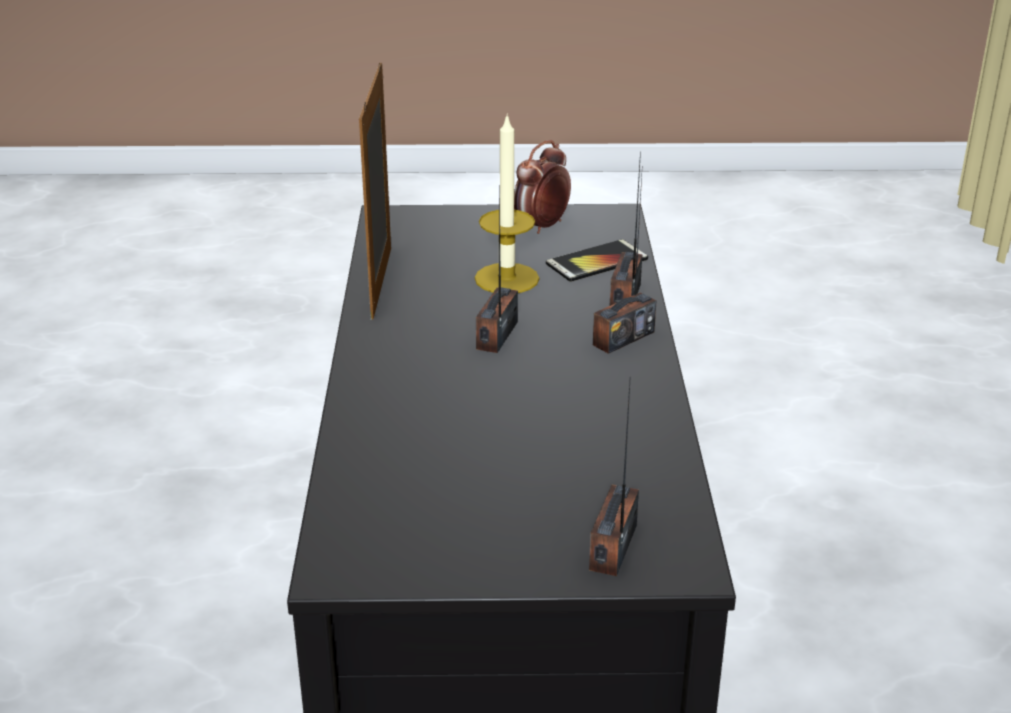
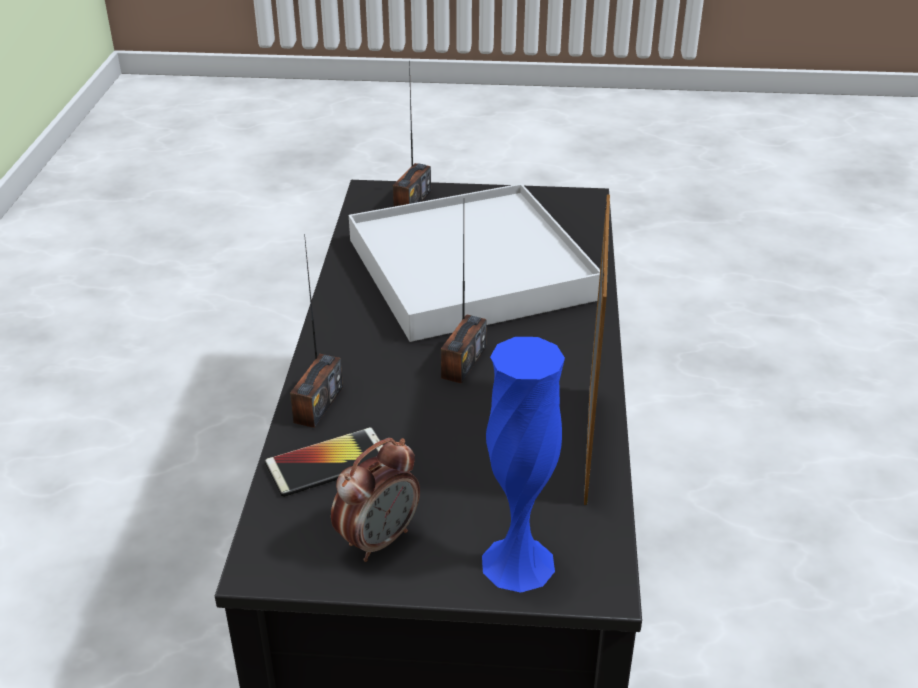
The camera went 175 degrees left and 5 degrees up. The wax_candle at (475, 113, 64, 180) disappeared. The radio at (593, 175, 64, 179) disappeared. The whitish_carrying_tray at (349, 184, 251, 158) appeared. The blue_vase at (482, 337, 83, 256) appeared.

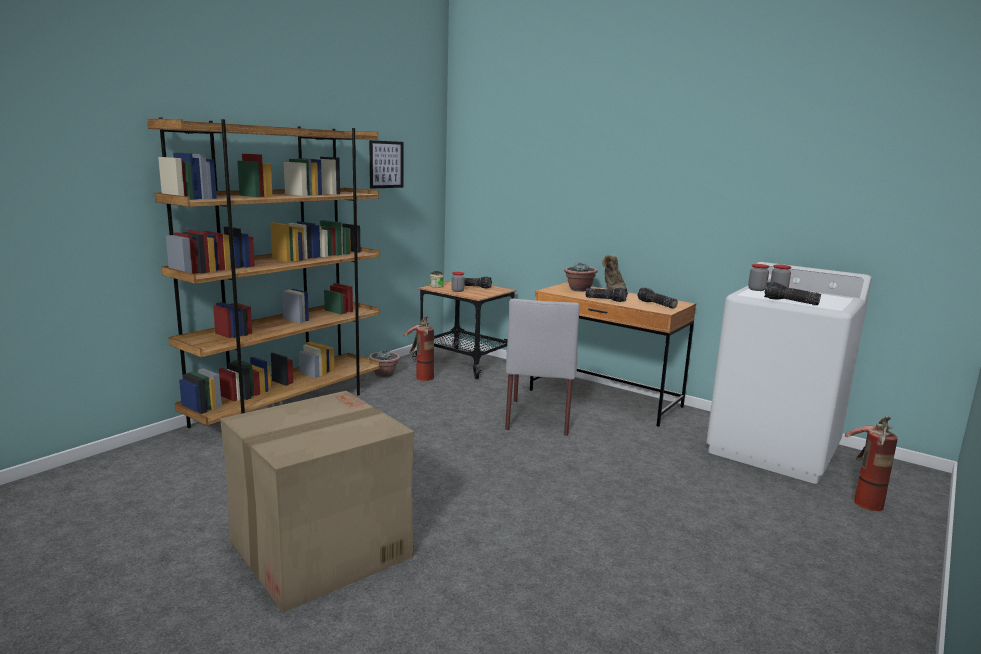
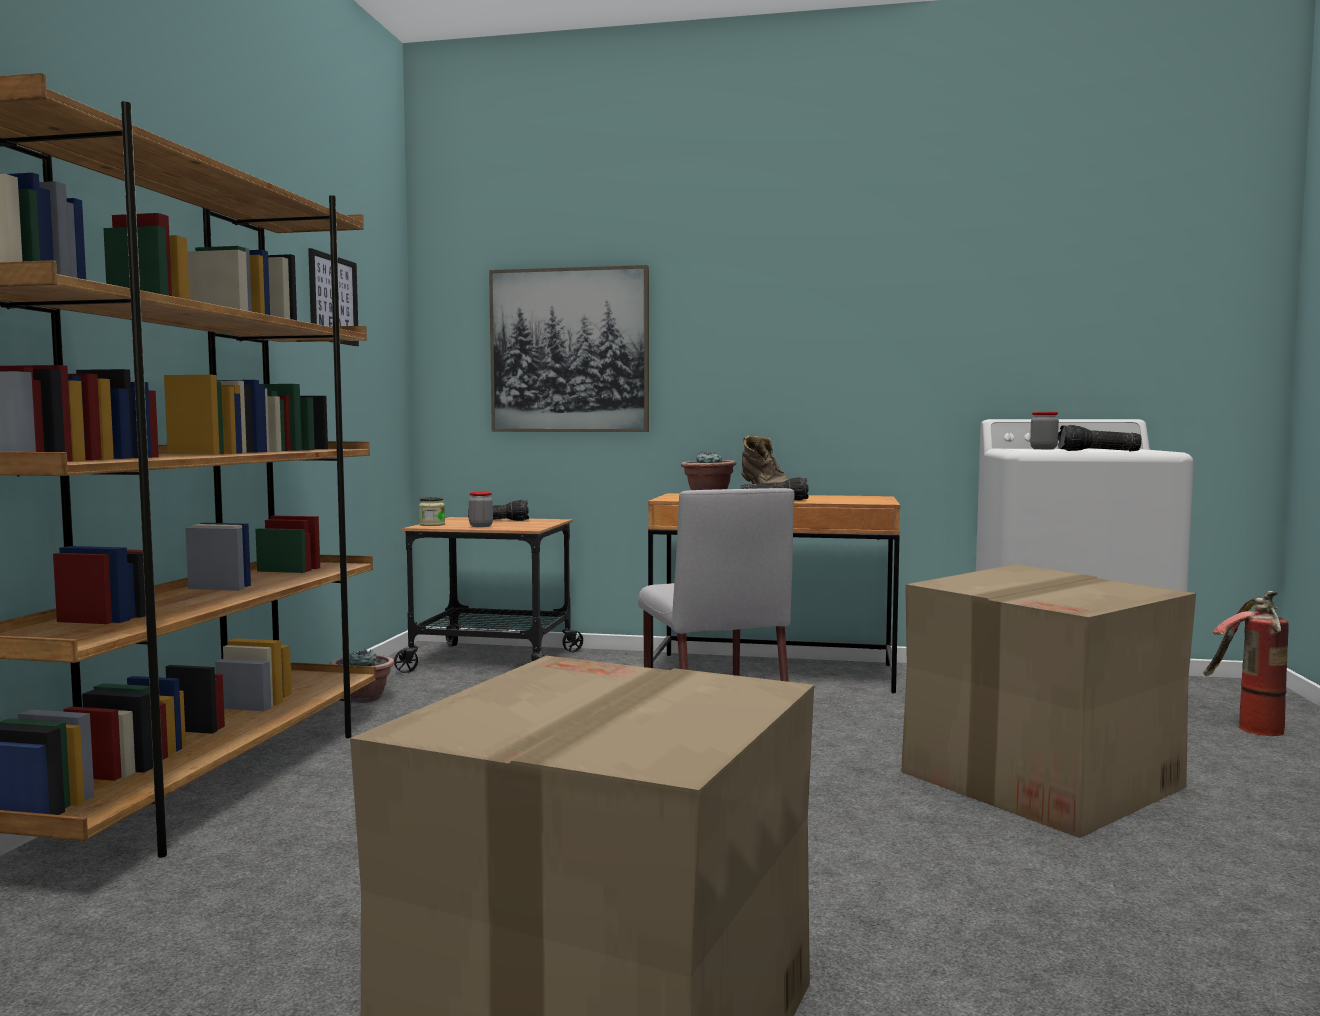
The camera went 25 degrees left and 10 degrees down. The preserve_jar at (748, 264, 21, 27) disappeared. The hand_torch at (637, 287, 41, 21) disappeared. The extinguisher at (403, 316, 31, 65) disappeared. The wall_picture at (489, 265, 160, 167) appeared. The packing_box at (901, 564, 295, 274) appeared.

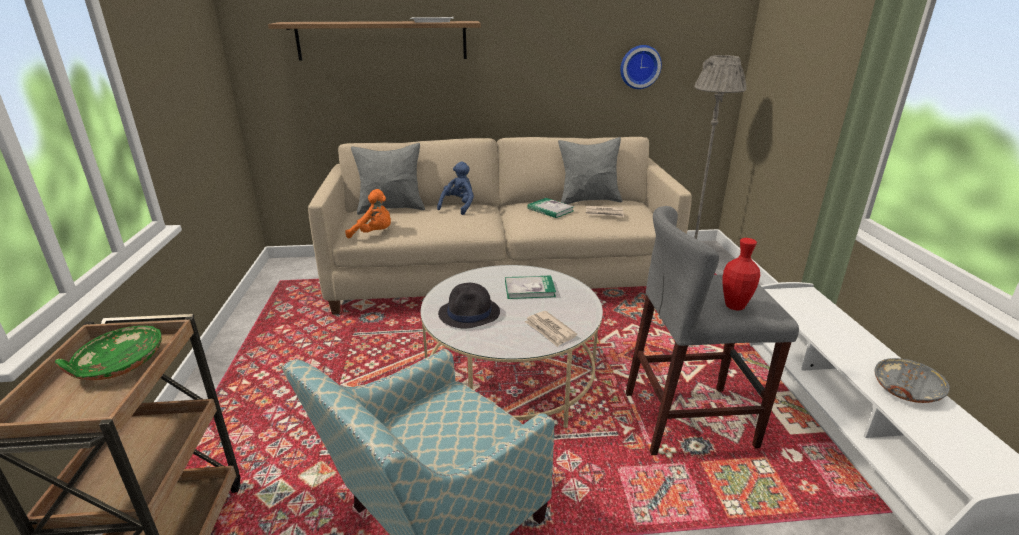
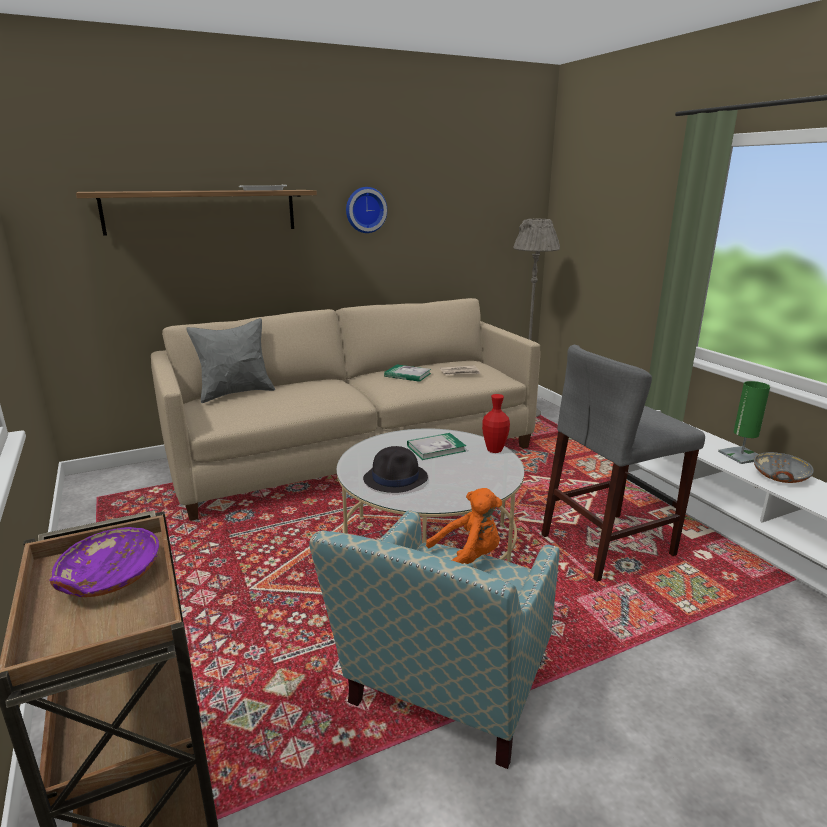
The camera went 20 degrees left and 5 degrees down. The clock_on_the_wall moved from (620, 45, 42, 44) to (346, 187, 41, 46). The gray_throw_pillow at (558, 137, 64, 67) disappeared. The blue_soft_toy at (437, 162, 37, 53) disappeared. The orange-coloured_soft_toy moved from (345, 189, 46, 49) to (426, 488, 76, 76). The reddish_vase moved from (723, 238, 37, 72) to (482, 394, 28, 59). The printed_paper at (525, 311, 52, 36) disappeared. The greenish_deep_dish at (55, 326, 107, 54) became the purple-coloured_deep_dish at (50, 527, 109, 70). The greenish_lamp_for_a_table at (718, 381, 52, 83) appeared.

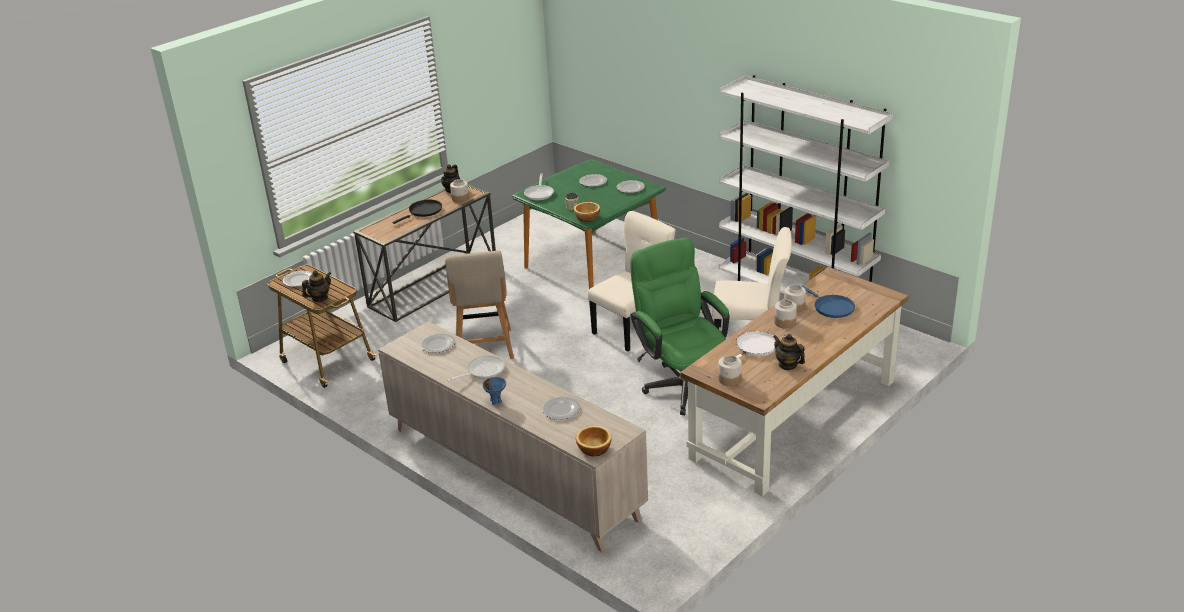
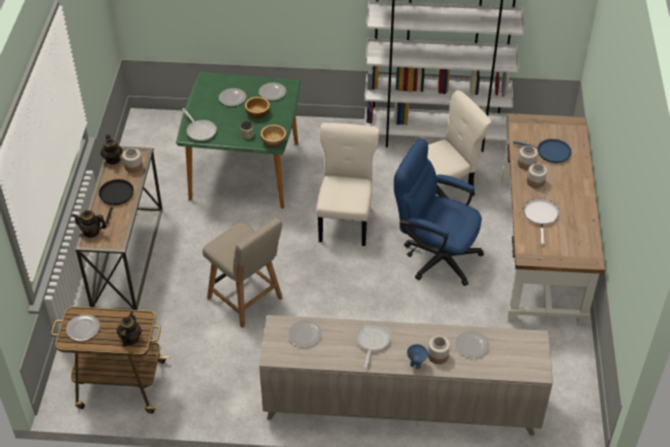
The camera went 40 degrees left and 15 degrees up. The greenish_desk_chair at (630, 237, 100, 178) became the blue_desk_chair at (394, 139, 90, 147). The pot_for_tea moved from (773, 334, 32, 36) to (72, 210, 35, 28). The preserve_jar moved from (718, 355, 24, 31) to (428, 336, 22, 28). The deep_dish moved from (576, 426, 36, 30) to (245, 97, 25, 22).

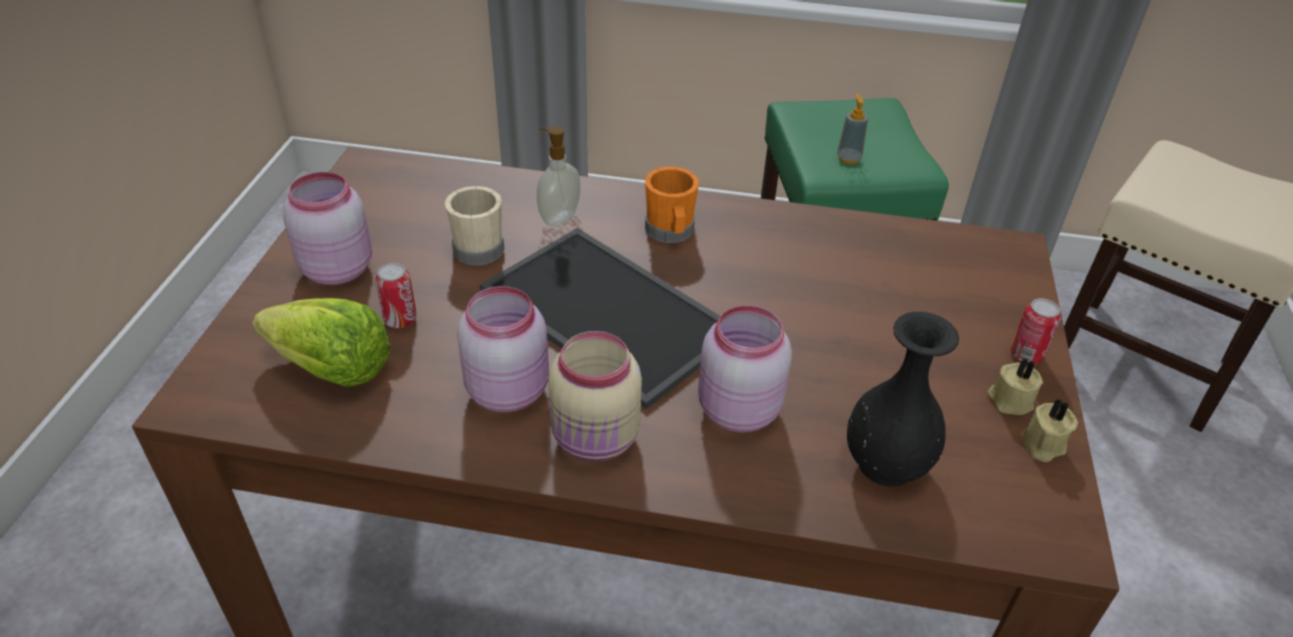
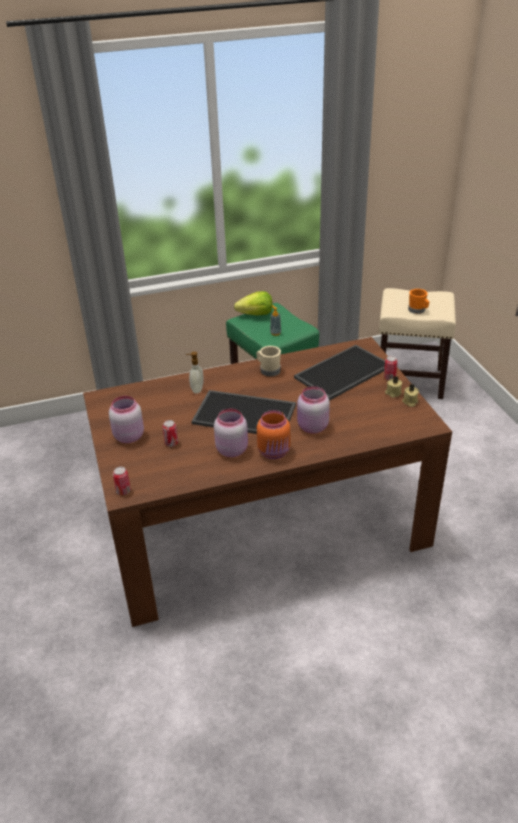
The camera went 25 degrees left and 5 degrees down. The orange-coloured_coffee_mug moved from (645, 167, 54, 76) to (408, 289, 22, 25). The sand-coloured_coffee_mug moved from (445, 186, 59, 79) to (256, 346, 25, 31). The lettuce moved from (252, 298, 139, 89) to (234, 291, 39, 24). The black-coloured_vase at (847, 312, 112, 175) disappeared. The sand-coloured_preserve_jar at (548, 331, 94, 131) became the orange-coloured_preserve_jar at (257, 410, 33, 49). The carrying_tray at (294, 345, 91, 55) appeared. The metal_can at (113, 467, 18, 28) appeared.

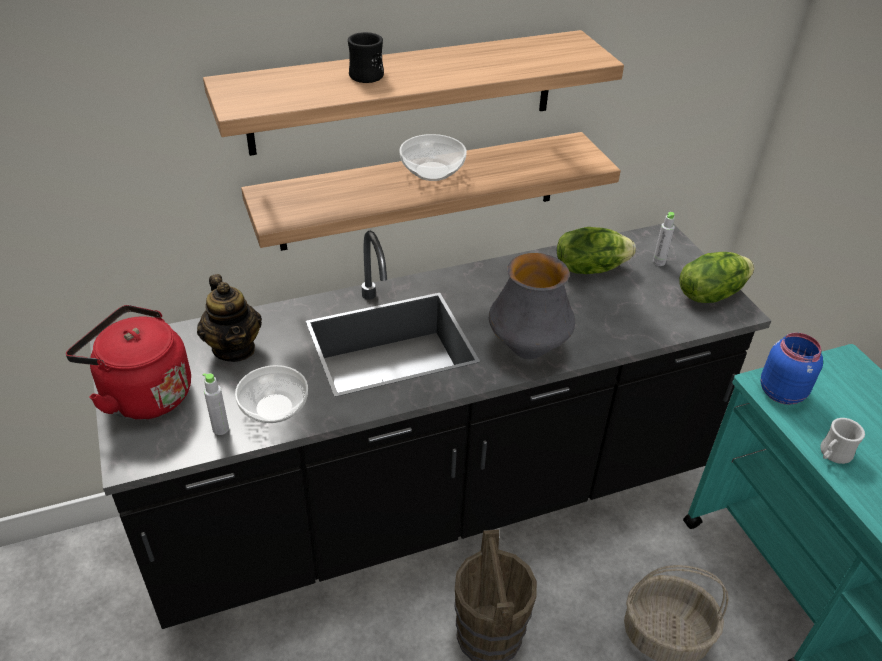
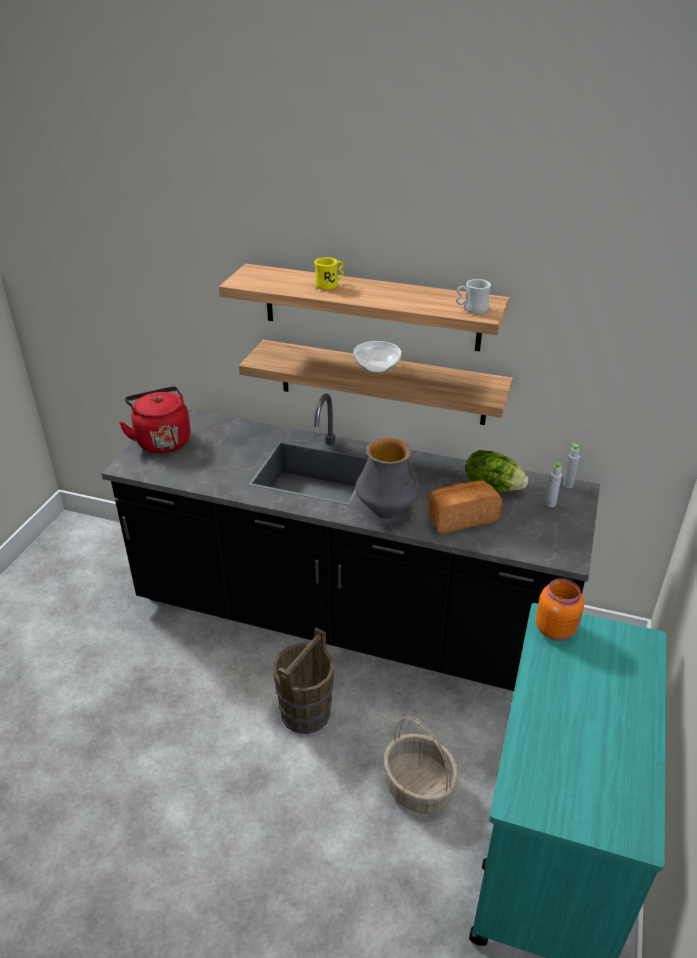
The camera went 40 degrees right and 5 degrees down. The black-coloured_coffee_mug at (348, 32, 36, 51) became the yellowish_coffee_mug at (314, 257, 30, 33). The lettuce at (679, 252, 75, 51) disappeared. The pot_for_tea at (197, 274, 65, 88) disappeared. The blue_preserve_jar at (761, 333, 62, 72) became the orange-coloured_preserve_jar at (536, 578, 48, 63). The deep_dish at (235, 365, 73, 58) disappeared. The gray_beverage_bottle moved from (203, 373, 26, 62) to (563, 443, 17, 45). The whitish_coffee_mug moved from (820, 418, 45, 46) to (456, 279, 35, 35). The bread at (428, 480, 74, 53) appeared.

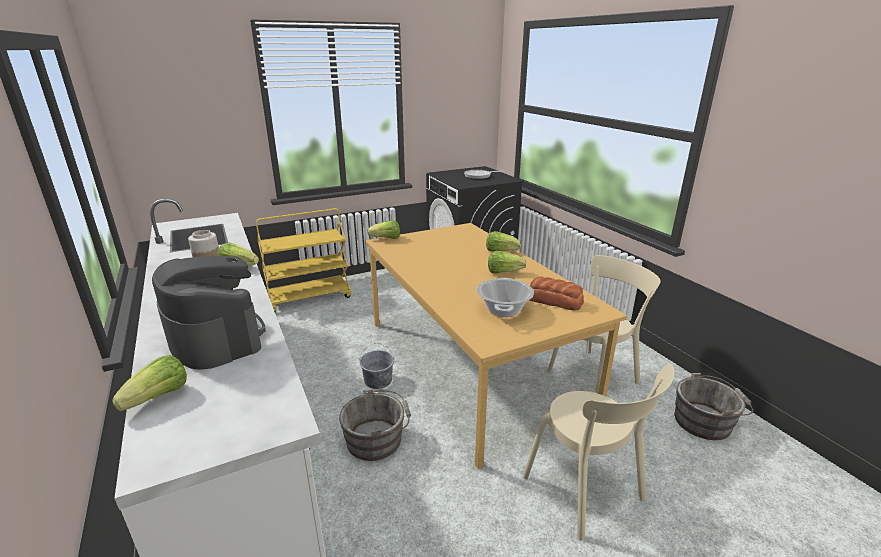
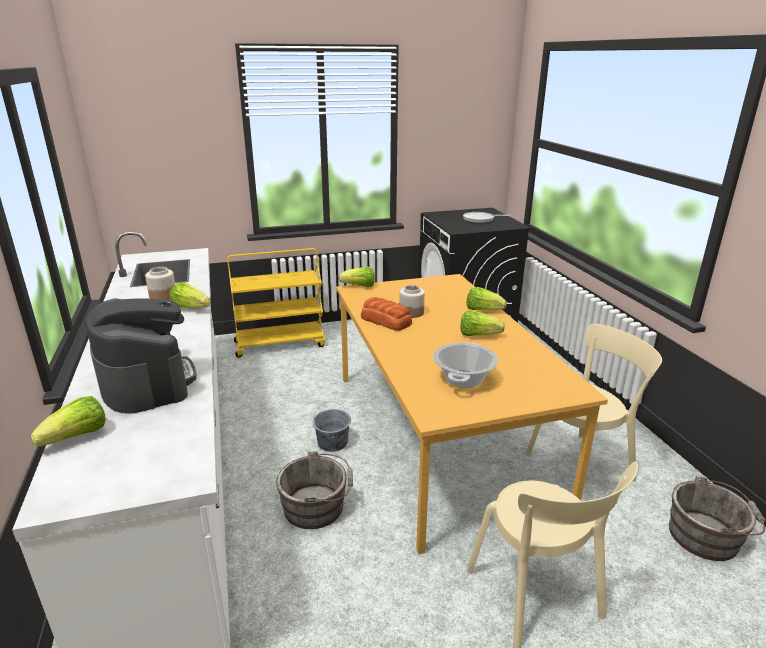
The camera went 10 degrees right and 0 degrees up. The bread moved from (530, 276, 54, 35) to (361, 297, 51, 34). The preserve_jar at (399, 285, 26, 33) appeared.

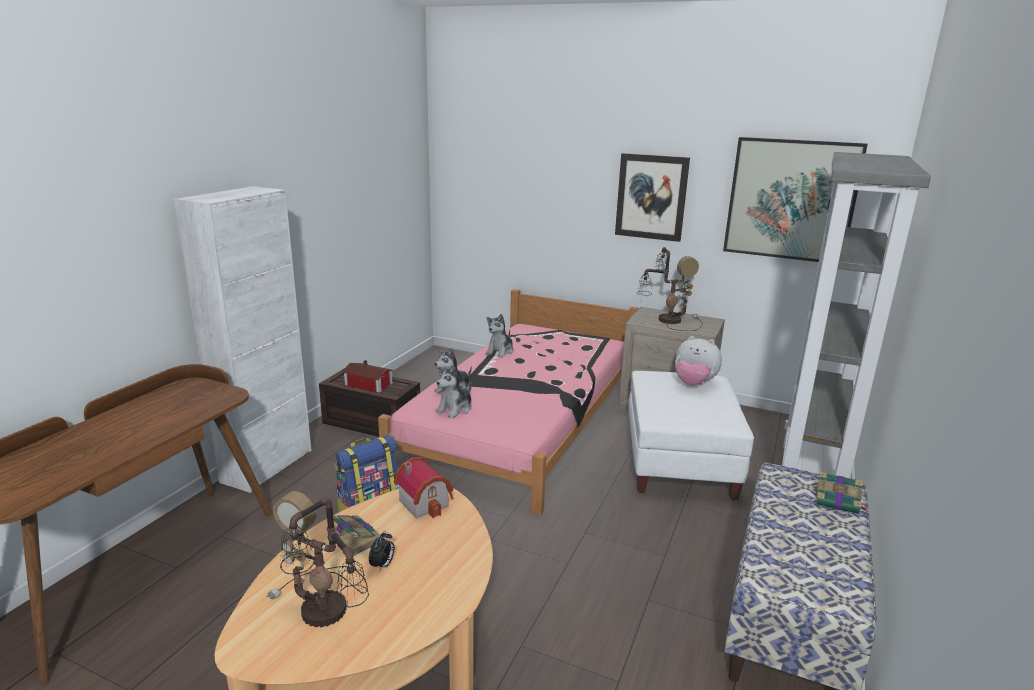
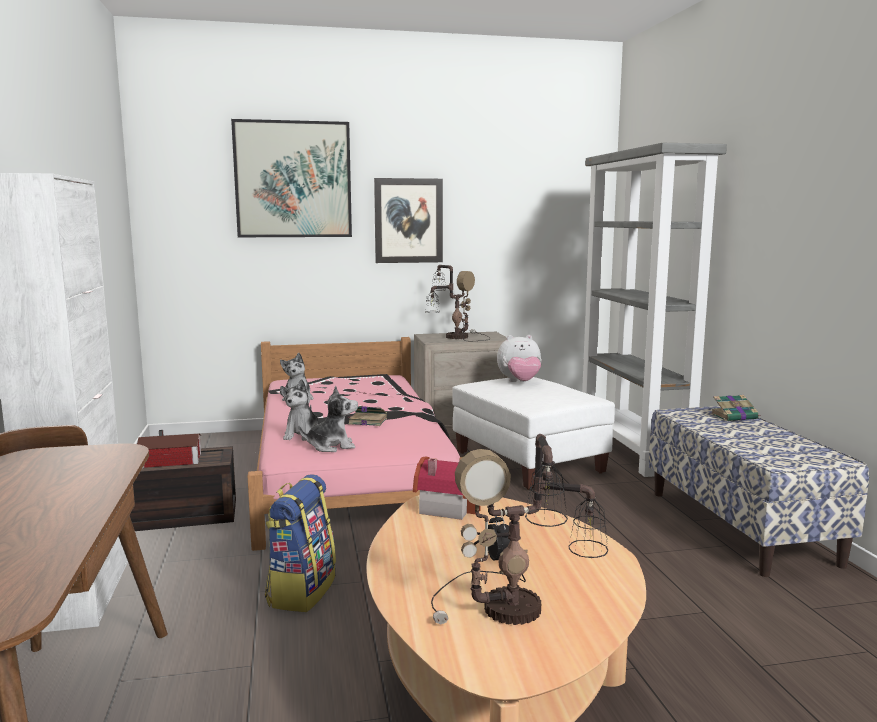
The camera went 35 degrees left and 10 degrees down. The wall_picture moved from (723, 137, 145, 125) to (231, 119, 121, 118). The soft_toy at (435, 365, 37, 53) turned 105 degrees counterclockwise. The book moved from (333, 515, 50, 41) to (347, 406, 40, 20).

